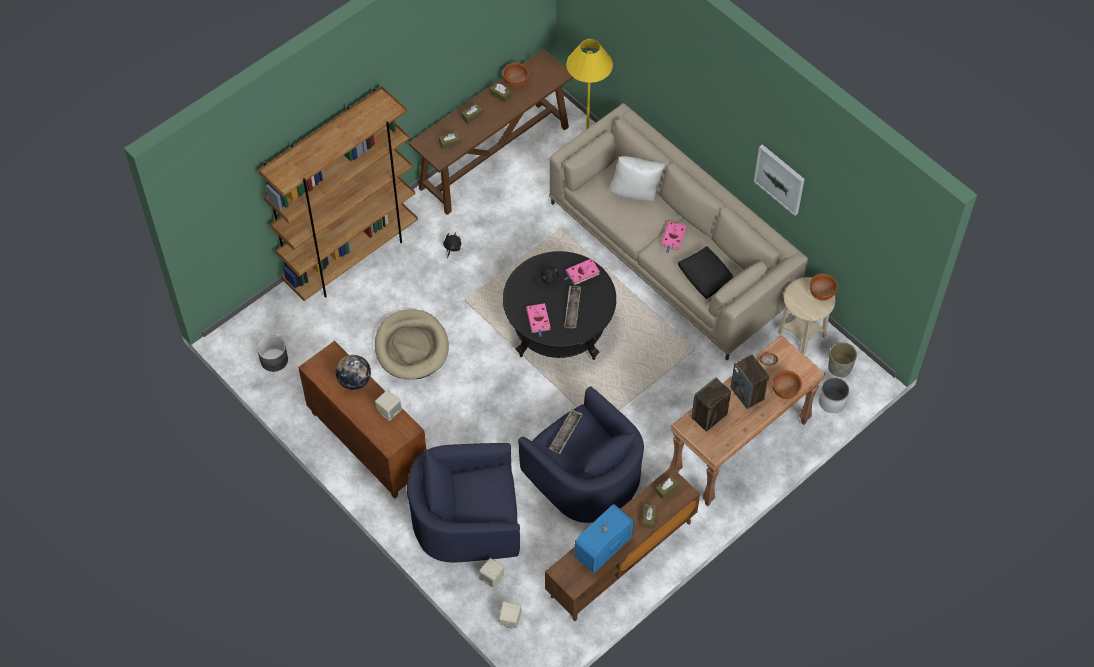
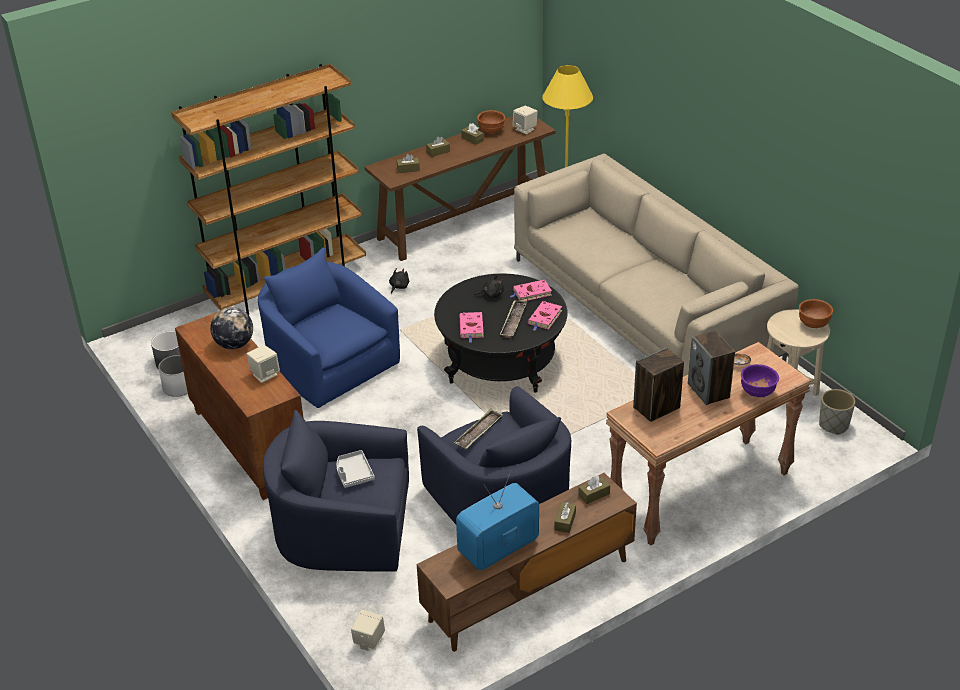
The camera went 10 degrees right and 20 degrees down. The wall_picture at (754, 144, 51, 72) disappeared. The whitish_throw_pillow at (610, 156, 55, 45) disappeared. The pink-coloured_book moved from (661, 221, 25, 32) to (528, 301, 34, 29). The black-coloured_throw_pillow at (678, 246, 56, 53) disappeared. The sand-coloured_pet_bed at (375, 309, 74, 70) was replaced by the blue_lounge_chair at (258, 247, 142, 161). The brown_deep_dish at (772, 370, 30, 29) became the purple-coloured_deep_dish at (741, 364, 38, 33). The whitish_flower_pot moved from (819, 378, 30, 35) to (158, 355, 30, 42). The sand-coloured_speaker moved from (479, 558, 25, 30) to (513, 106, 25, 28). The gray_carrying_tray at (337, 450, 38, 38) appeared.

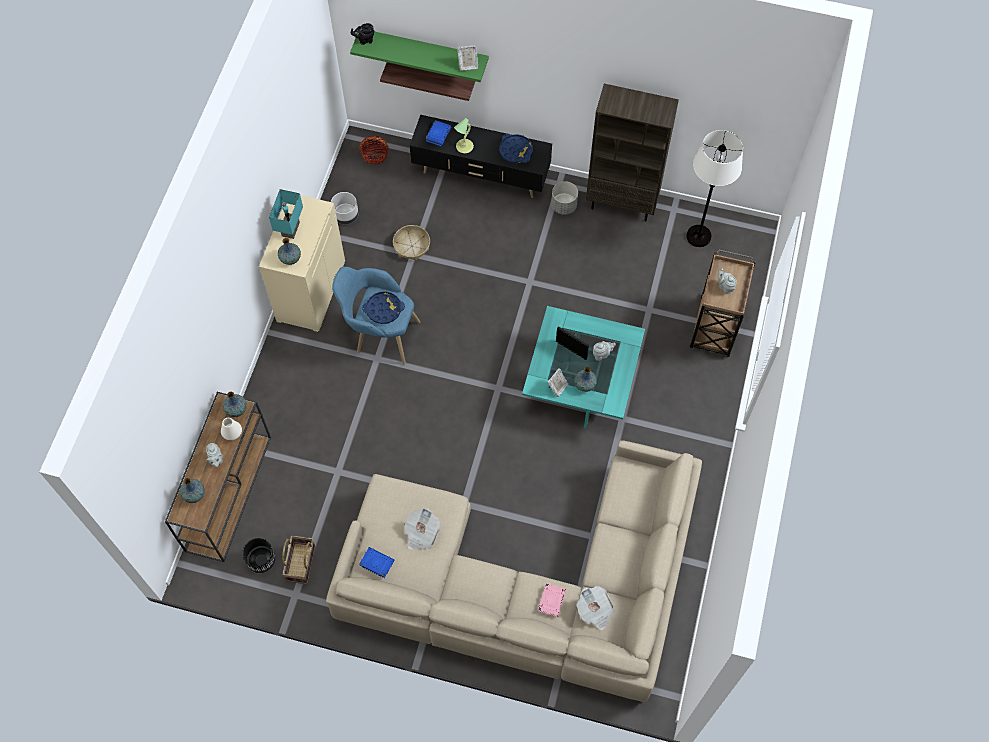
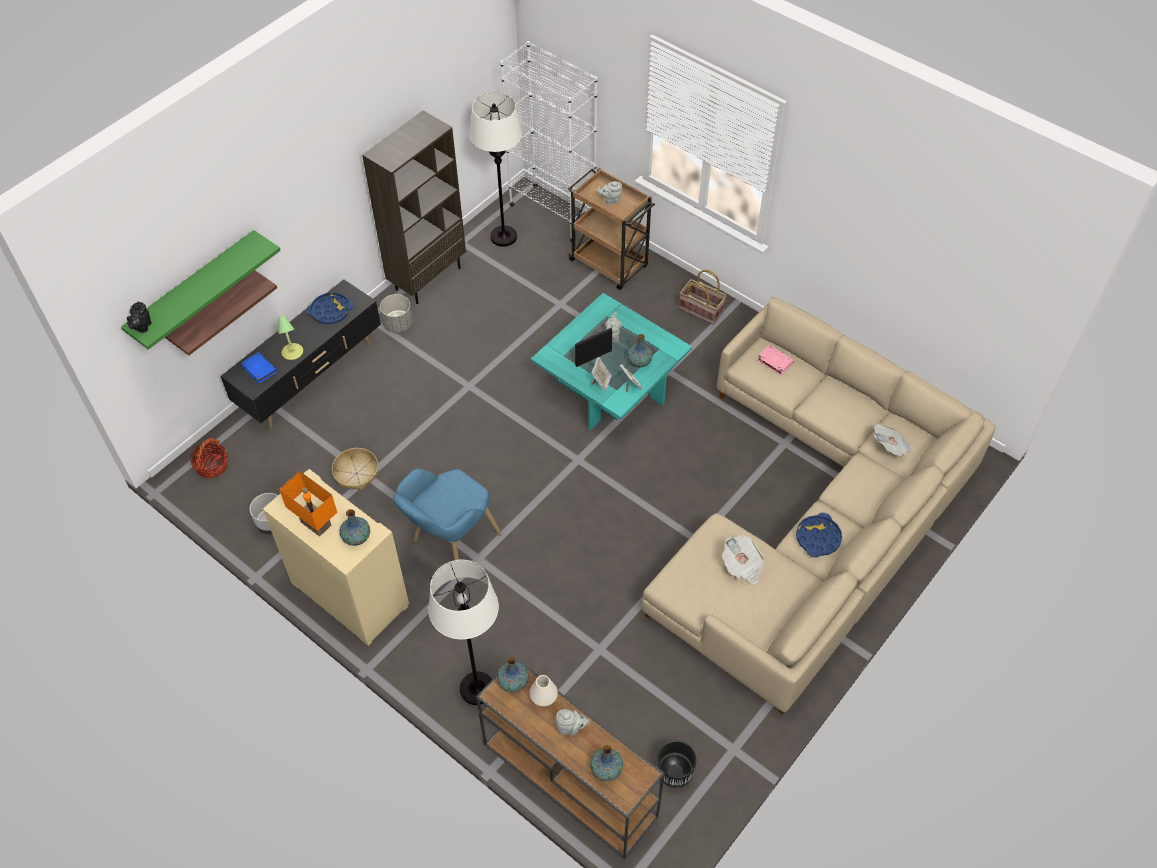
The camera went 65 degrees left and 10 degrees down. The picture_frame moved from (457, 45, 21, 26) to (591, 357, 21, 34). The turquoise_lamp_for_a_table at (269, 189, 34, 50) became the orange-coloured_lamp_for_a_table at (279, 471, 58, 66). The blue_carrying_tray moved from (362, 291, 43, 33) to (796, 513, 46, 45). The basket moved from (282, 535, 33, 49) to (679, 270, 48, 55). The blue_book at (359, 547, 35, 31) disappeared. The pink-coloured_book moved from (538, 583, 28, 34) to (757, 345, 37, 30). The whitish_shelving_unit at (500, 41, 97, 201) appeared. The whitish_standing_lamp at (428, 560, 71, 145) appeared.

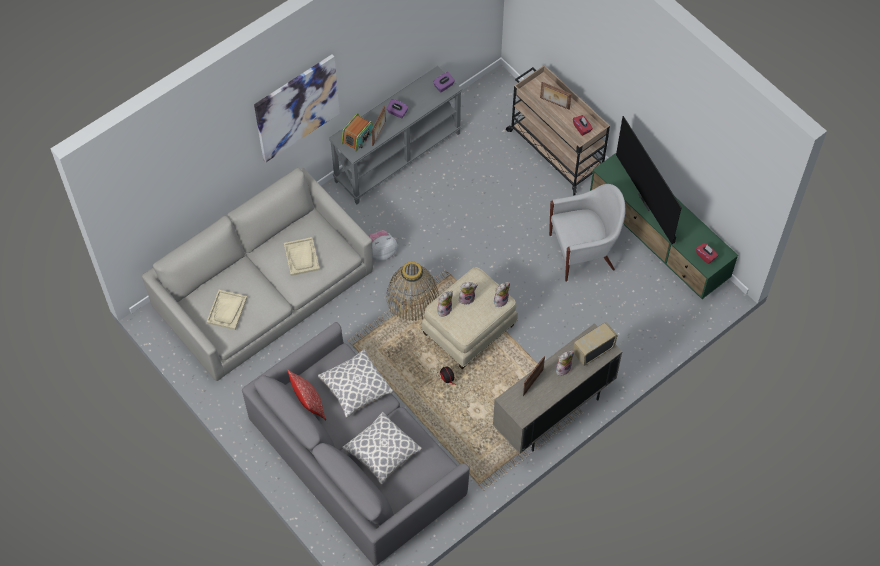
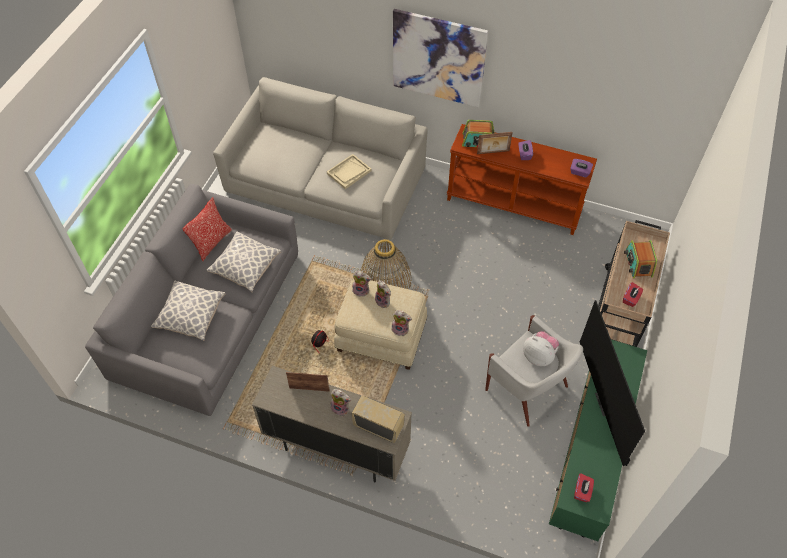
The camera went 60 degrees right and 5 degrees down. The gray_narrow_table at (329, 66, 133, 138) became the brown_narrow_table at (447, 124, 150, 111). The picture_frame at (540, 82, 32, 28) was replaced by the radio at (624, 240, 33, 38). The TV_set at (616, 116, 66, 128) turned 45 degrees counterclockwise. The soft_toy moved from (369, 230, 28, 31) to (523, 331, 36, 35). The sand-coloured_carrying_tray at (207, 290, 40, 40) disappeared.

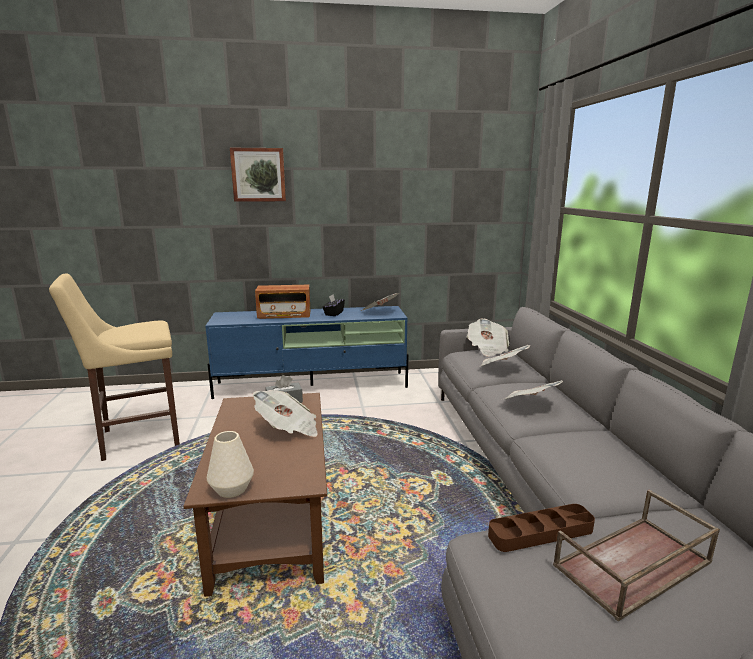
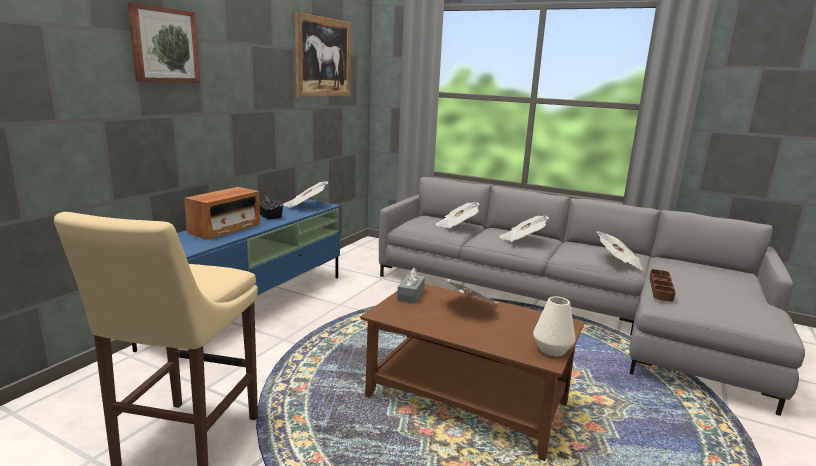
The camera went 55 degrees left and 0 degrees up. The printed_paper moved from (467, 319, 42, 37) to (597, 231, 46, 39). The brown_carrying_tray at (553, 490, 167, 131) disappeared. The wall_picture at (295, 12, 56, 85) appeared.

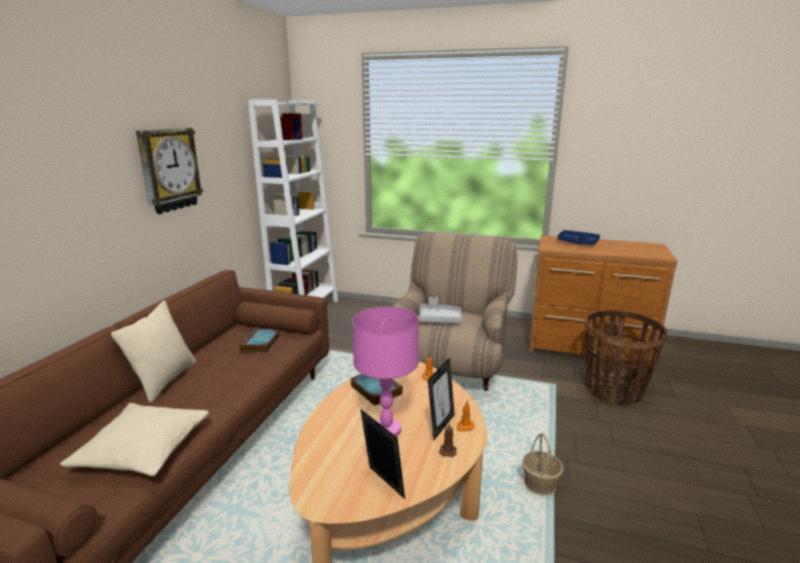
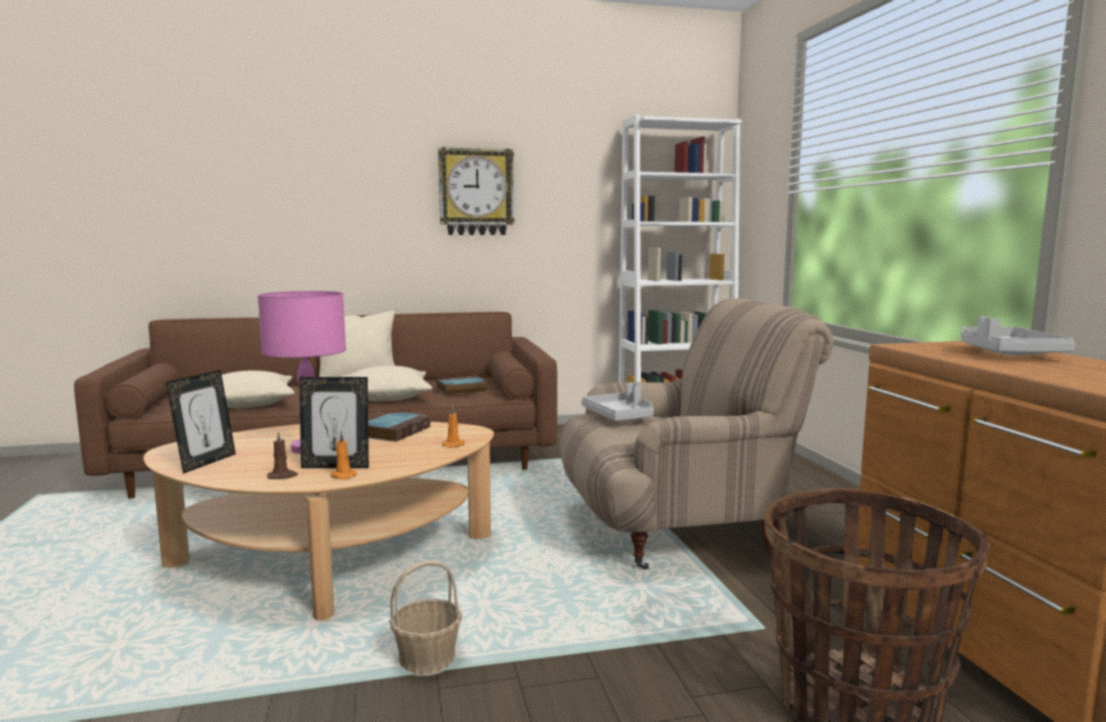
The camera went 60 degrees right and 10 degrees down. The blue_carrying_tray at (558, 230, 42, 15) became the gray_carrying_tray at (961, 316, 114, 40). The sand-coloured_throw_pillow at (342, 366, 90, 35) appeared.

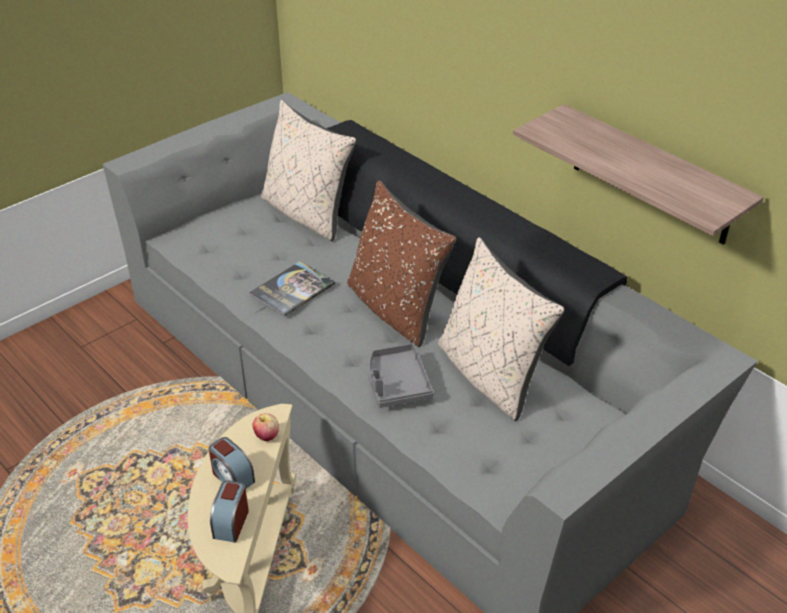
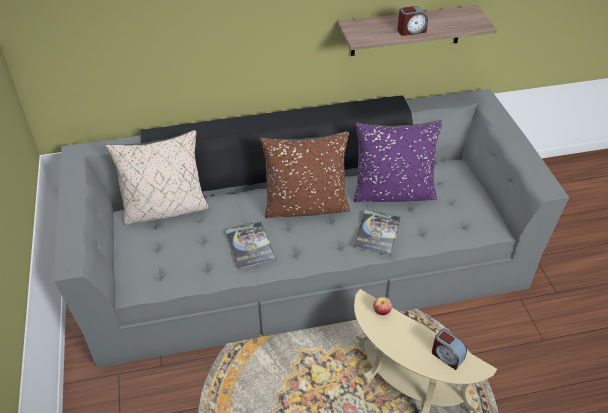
The camera went 60 degrees left and 5 degrees up. The sand-coloured_throw_pillow at (438, 237, 127, 184) became the purple-coloured_throw_pillow at (354, 120, 89, 82). The gray_carrying_tray at (368, 343, 66, 65) was replaced by the book at (353, 210, 48, 45). The bedside_clock moved from (209, 437, 46, 52) to (397, 6, 31, 30).

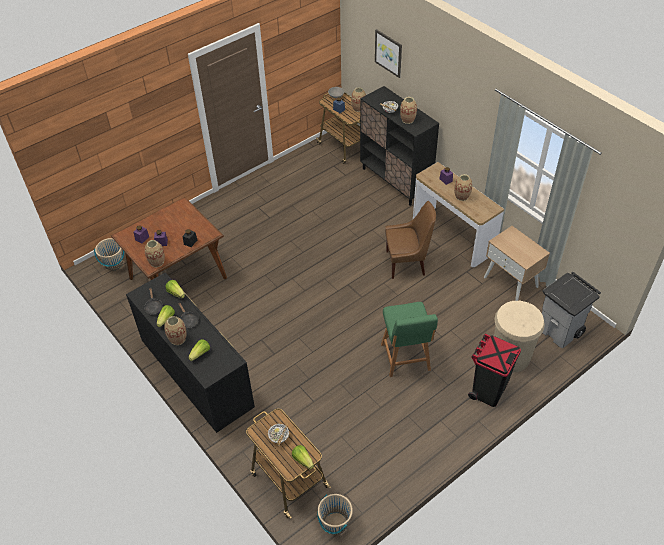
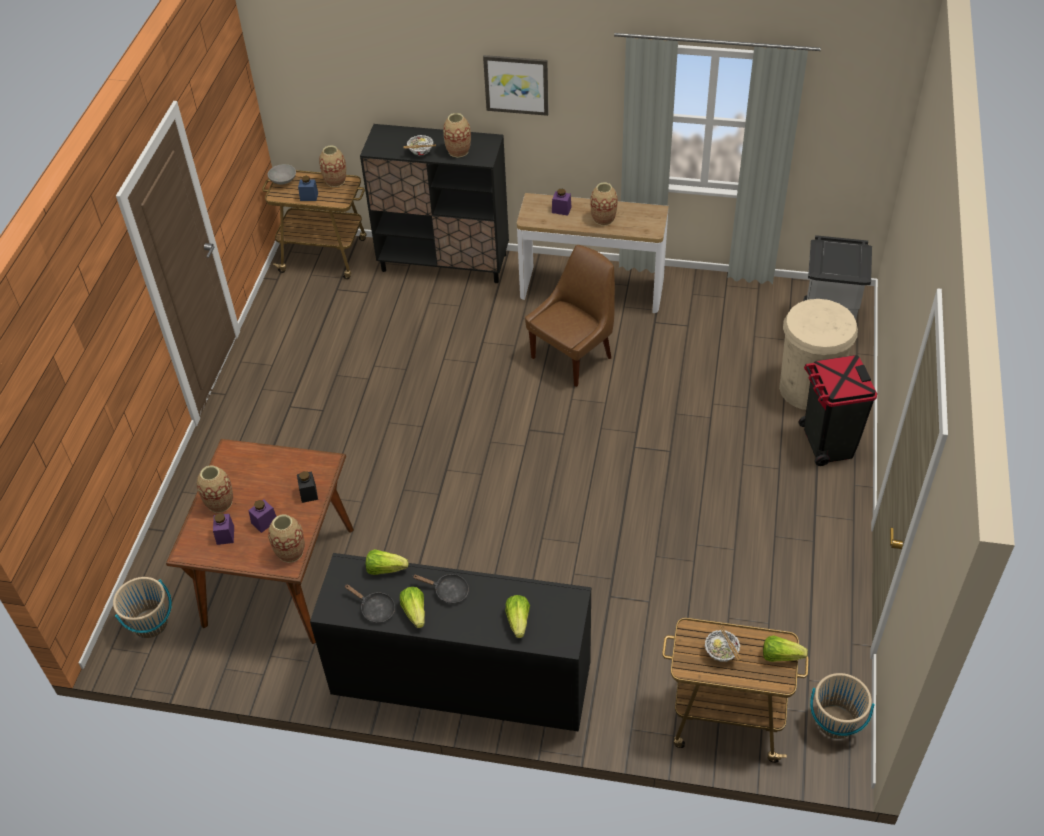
The camera went 40 degrees left and 0 degrees up. The wall_picture moved from (375, 29, 27, 49) to (483, 55, 66, 61). The sand-coloured_nightstand at (484, 226, 66, 75) disappeared. The greenish_upright_chair at (381, 302, 57, 75) disappeared. The vase moved from (164, 316, 22, 29) to (197, 465, 36, 48).

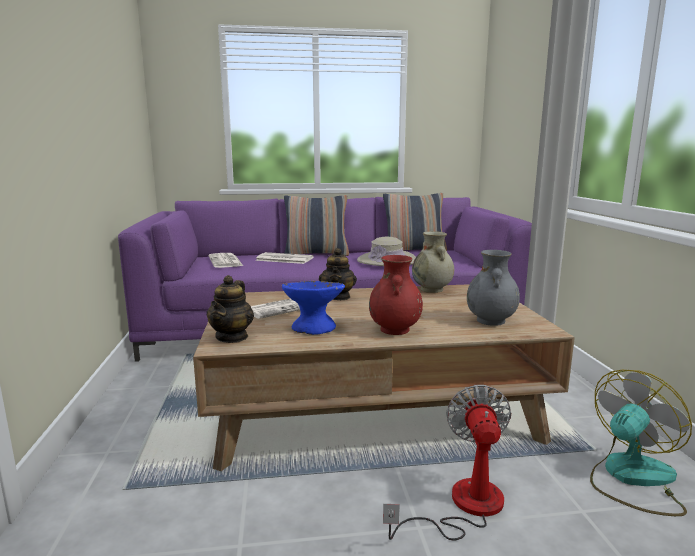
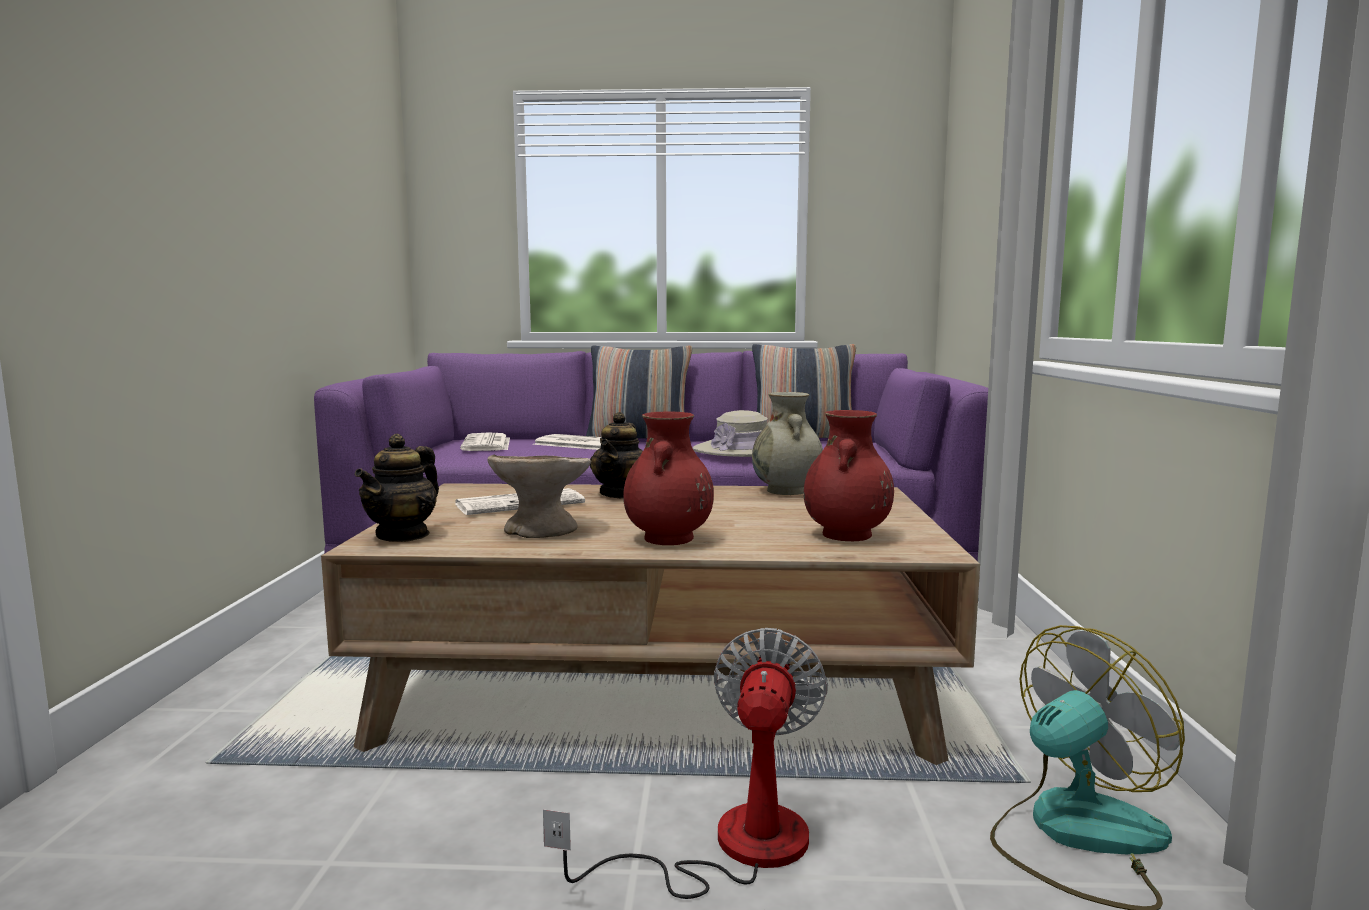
The camera went 10 degrees right and 5 degrees down. The gray_vase at (467, 250, 53, 76) became the reddish_vase at (804, 410, 90, 131). The blue_deep_dish at (282, 281, 63, 54) became the sand-coloured_deep_dish at (487, 454, 104, 84).

